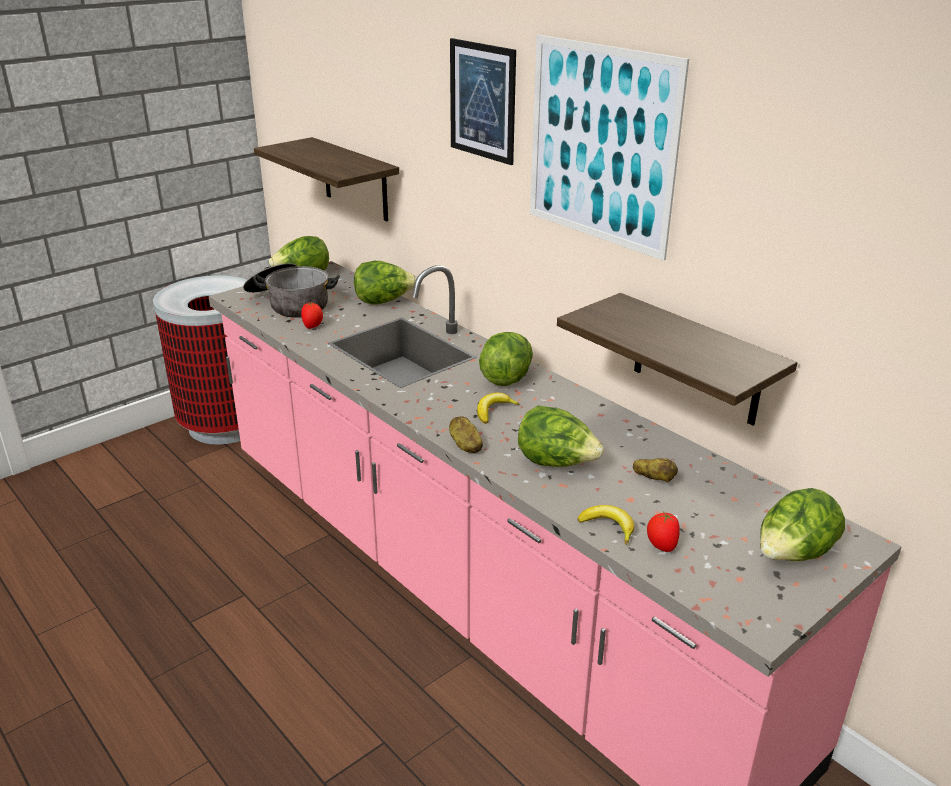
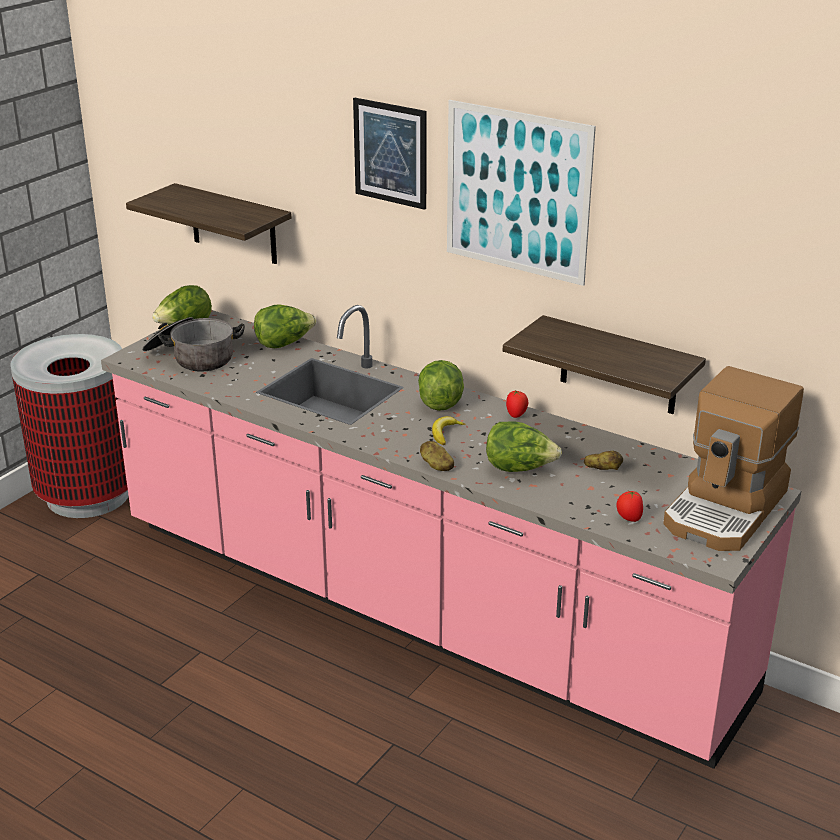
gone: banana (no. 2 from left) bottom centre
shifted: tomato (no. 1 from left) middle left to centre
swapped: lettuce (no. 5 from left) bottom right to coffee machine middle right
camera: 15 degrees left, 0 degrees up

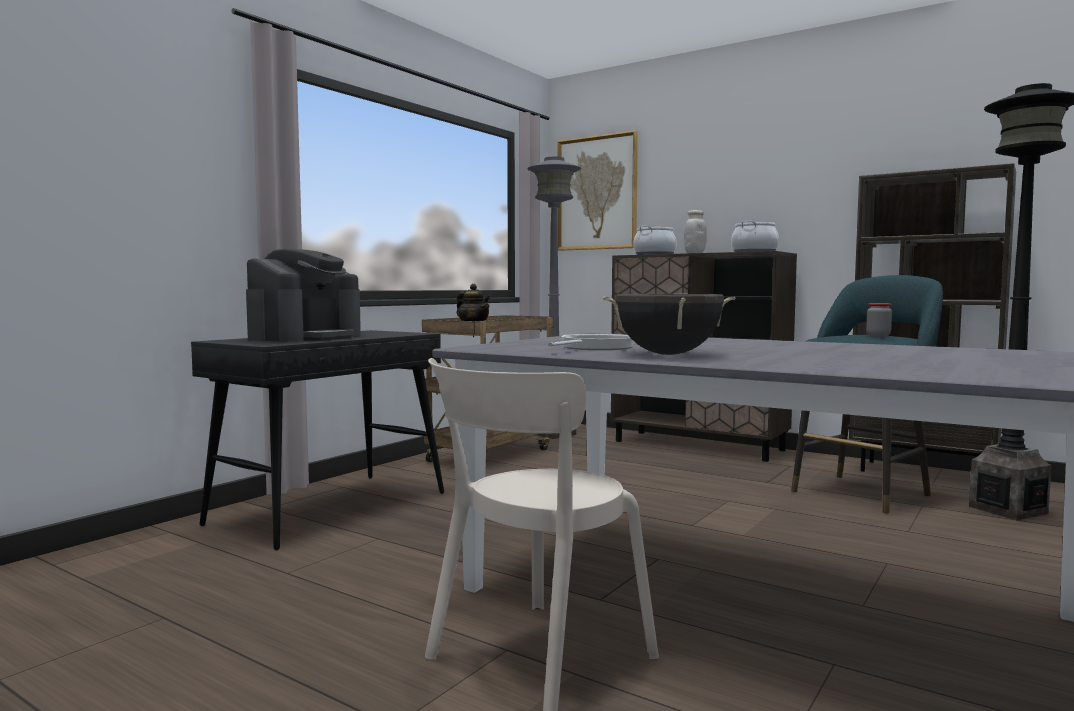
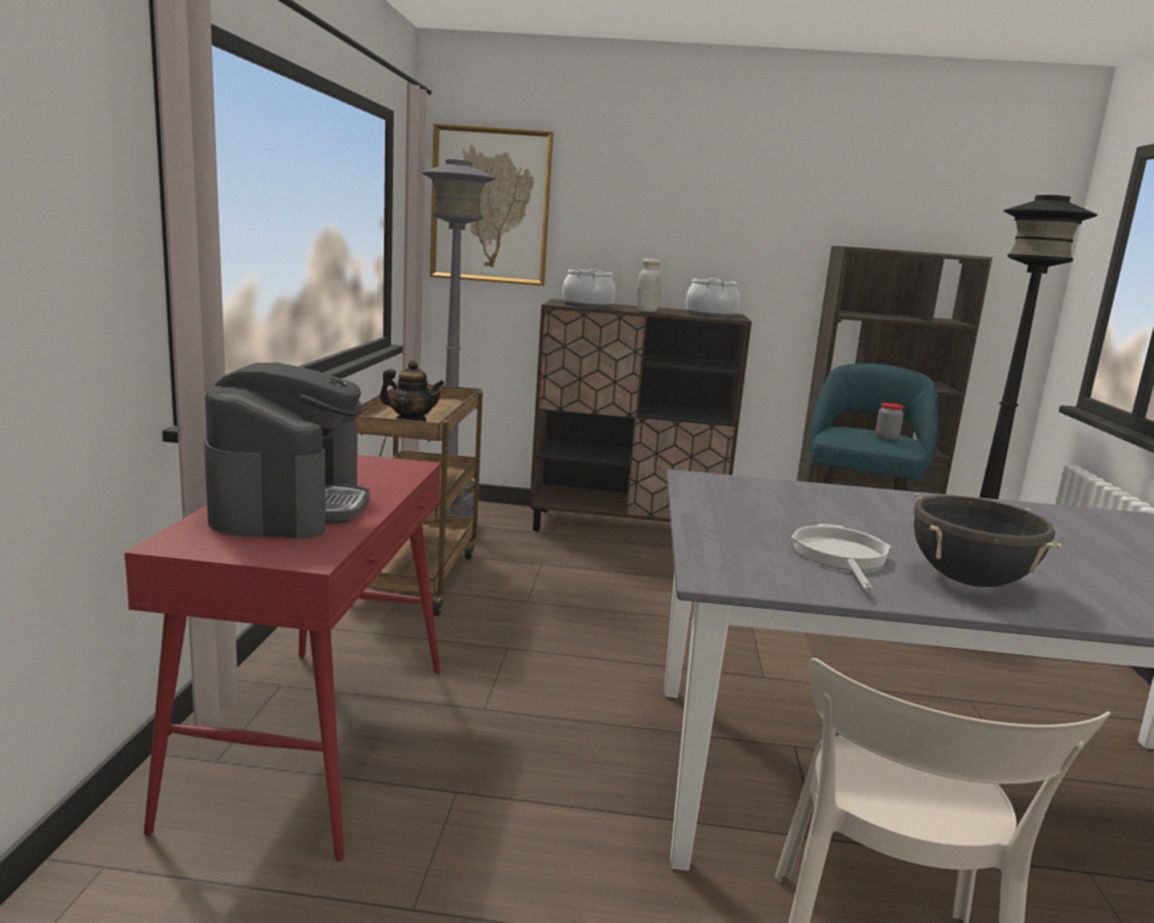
repainted: console table/black middle left to console table/red bottom left
camera: 30 degrees left, 10 degrees up

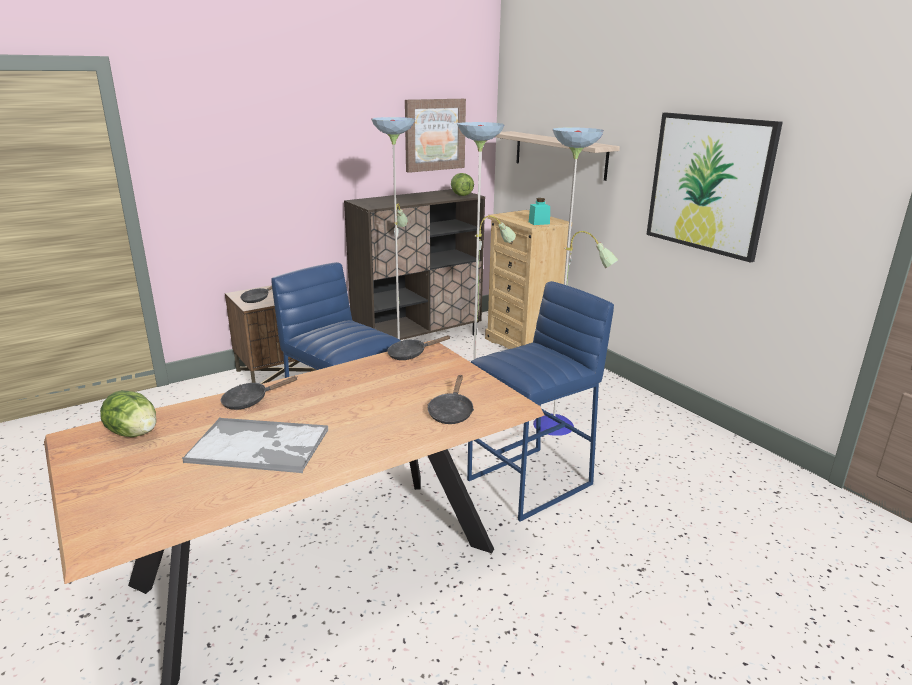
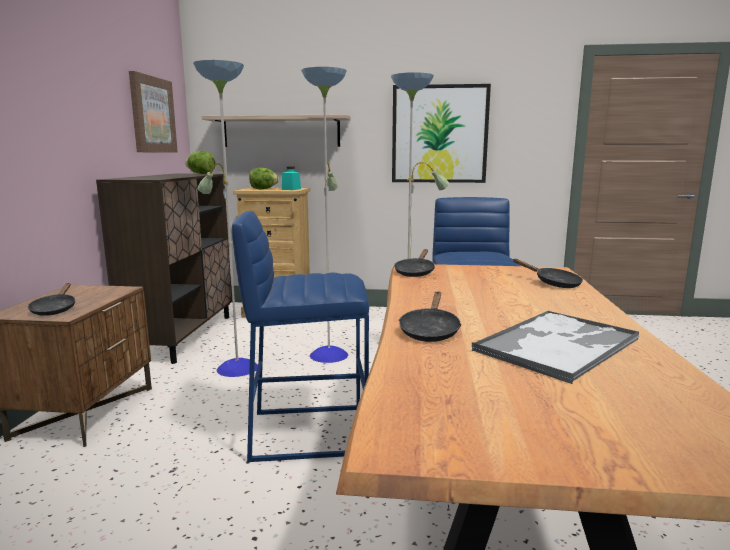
shifted: lettuce (no. 1 from left in the first image) middle left to lettuce (no. 2 from left) top centre
camera: 50 degrees left, 10 degrees down

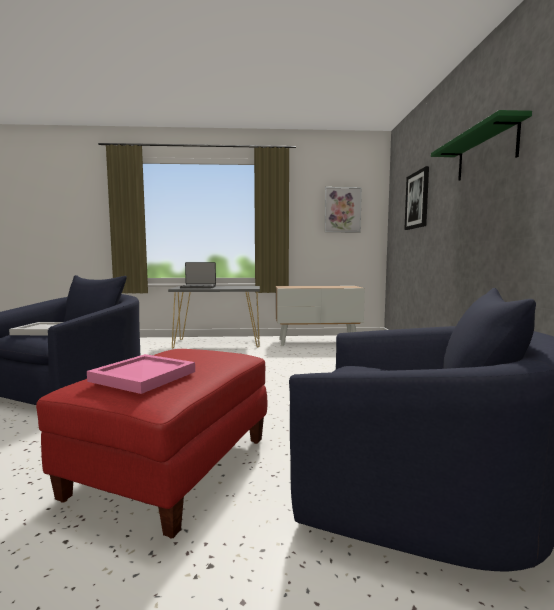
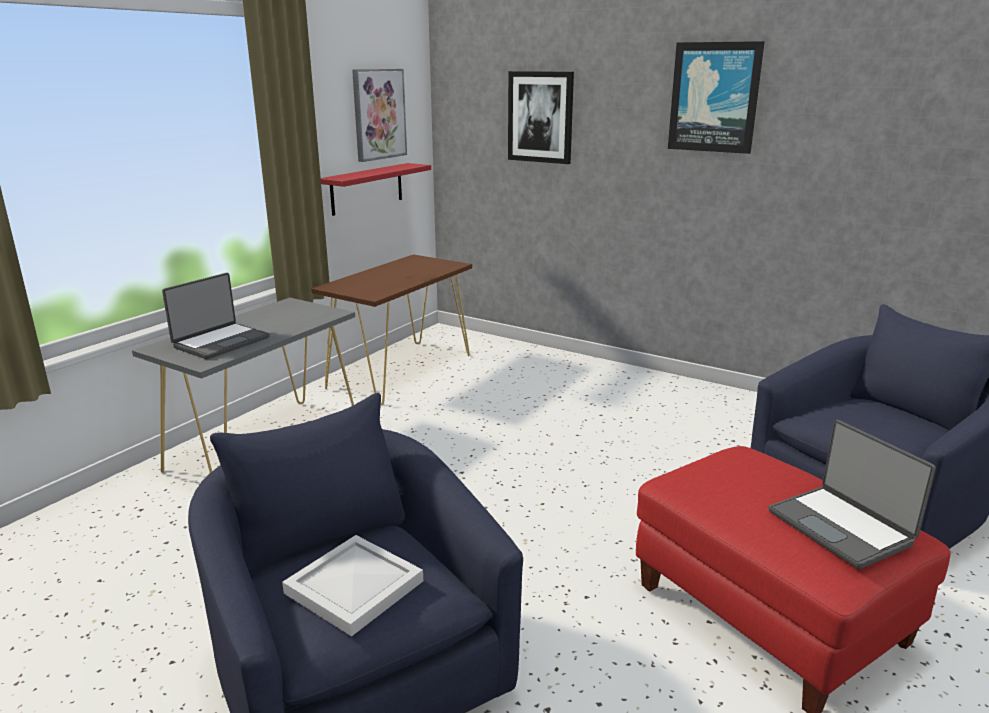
new: shelf/red top centre
swapped: tray/pink middle left to laptop (no. 2 from left) bottom right; cabinet centre to console table/brown centre; shelf/green top right to picture (no. 3 from left) top right
camera: 55 degrees left, 15 degrees up

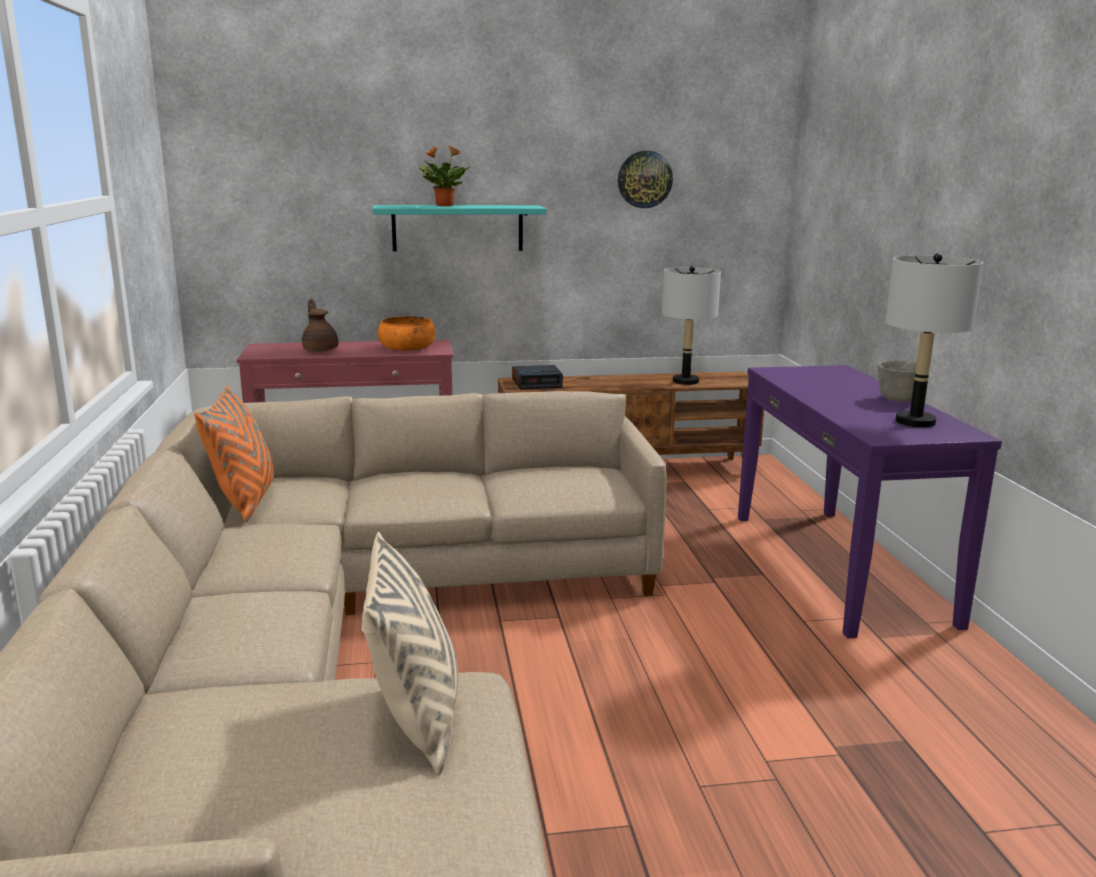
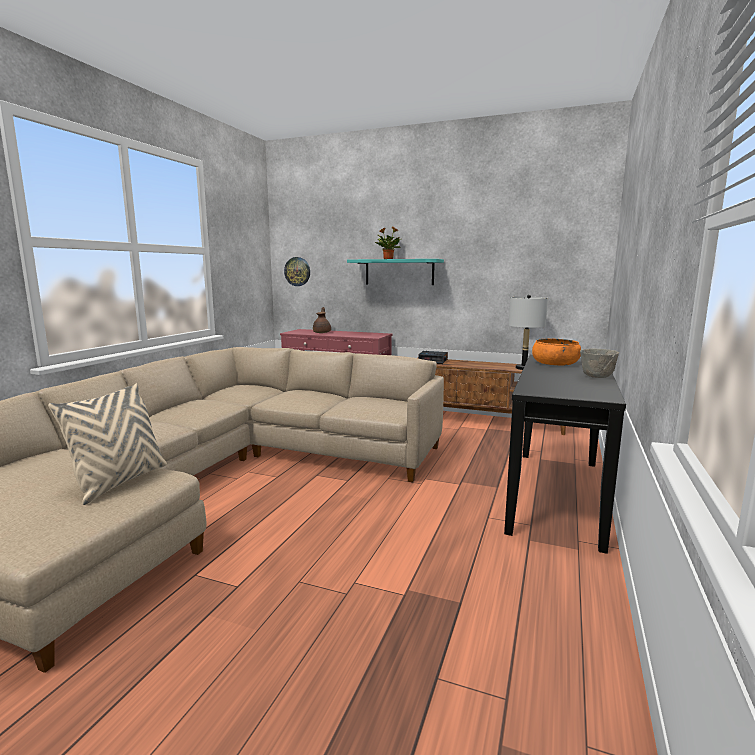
gone: pillow/orange middle left; table lamp/grey (no. 2 from left) middle right
shifted: bowl/orange centre to middle right; wall clock top centre to centre
repainted: console table/purple middle right to console table/black middle right
camera: 30 degrees right, 5 degrees down

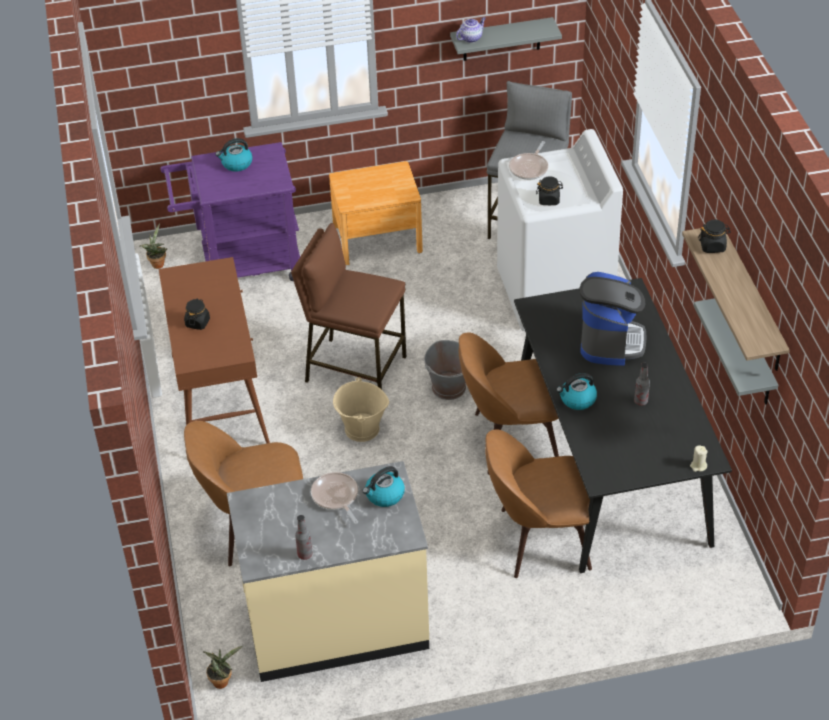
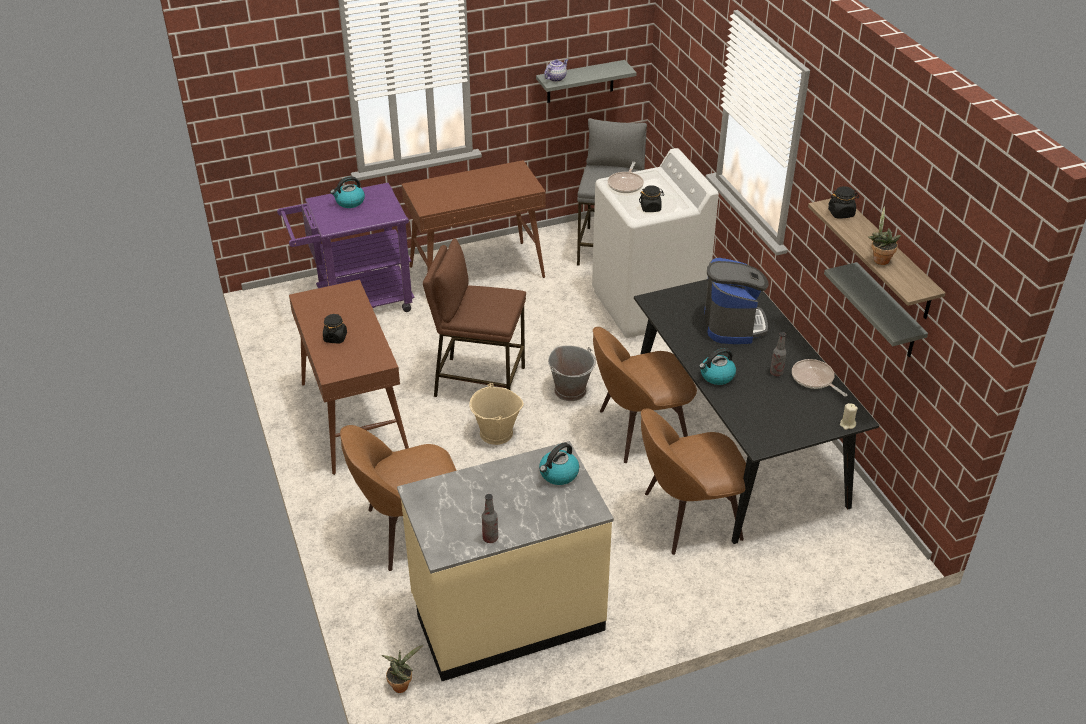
shifted: potted plant (no. 1 from left in the first image) middle left to potted plant (no. 2 from left) top right; frying pan (no. 1 from left in the first image) bottom centre to frying pan (no. 2 from left) middle right
swapped: nightstand/brown top centre to console table/brown (no. 2 from left) top centre
camera: 10 degrees left, 5 degrees down

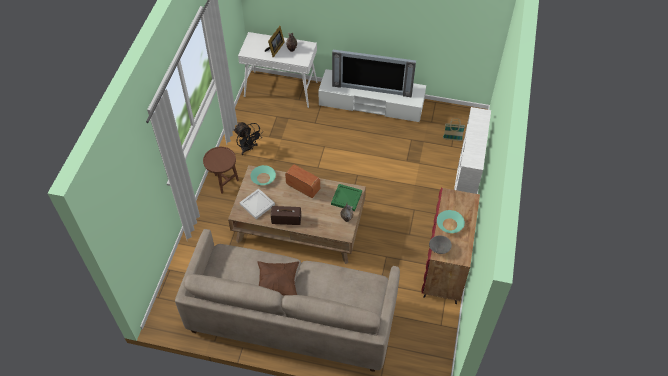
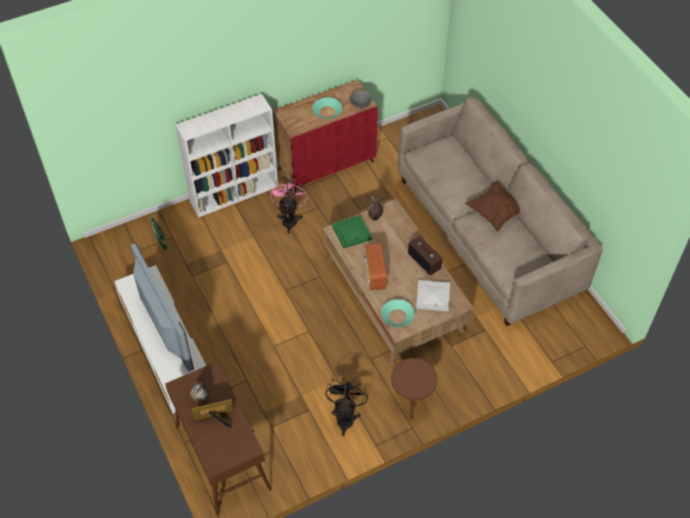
new: fan/pink centre
repainted: console table/white top centre to console table/brown bottom left
camera: 130 degrees left, 0 degrees up

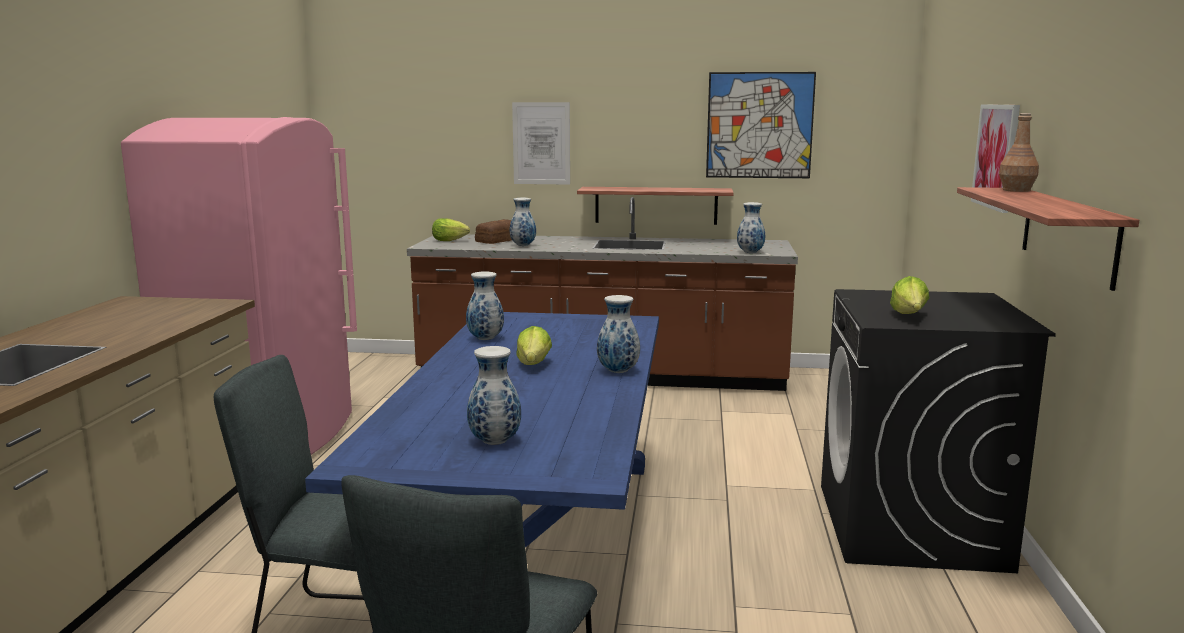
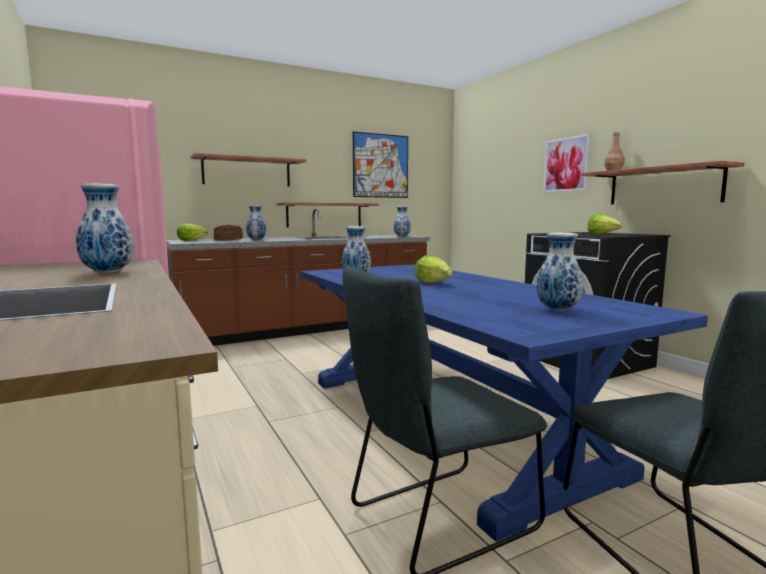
shifted: vase (no. 4 from left in the first image) centre to vase (no. 1 from left) middle left
swapped: picture (no. 1 from left) top centre to shelf (no. 1 from left) top left
camera: 35 degrees left, 5 degrees down

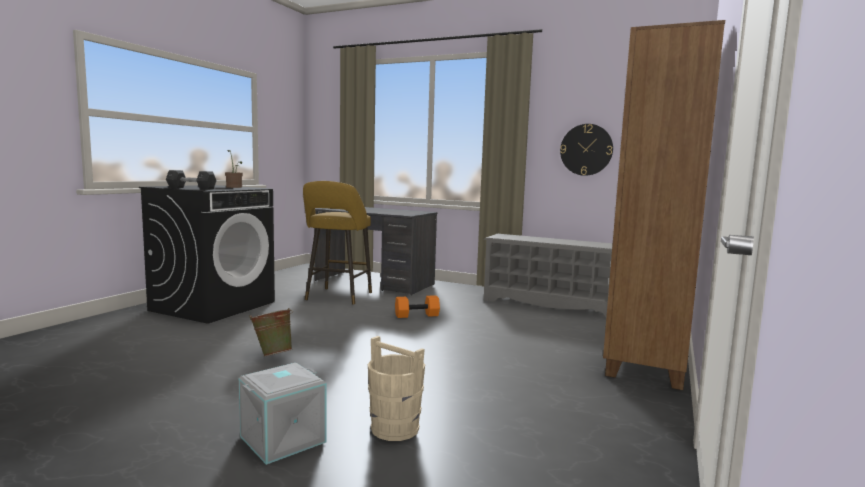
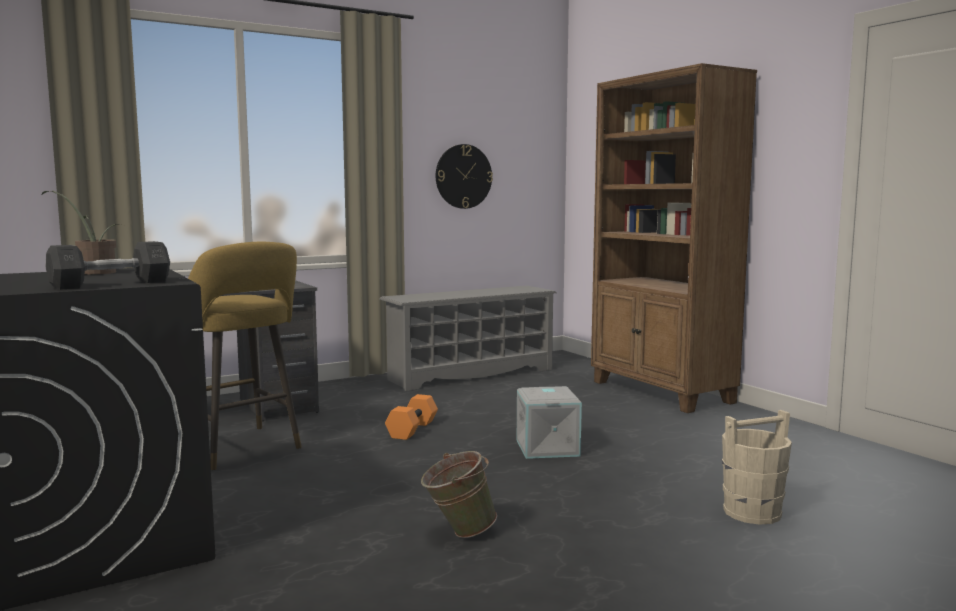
shifted: storage box/grey bottom left to bottom centre
camera: 55 degrees left, 0 degrees up

